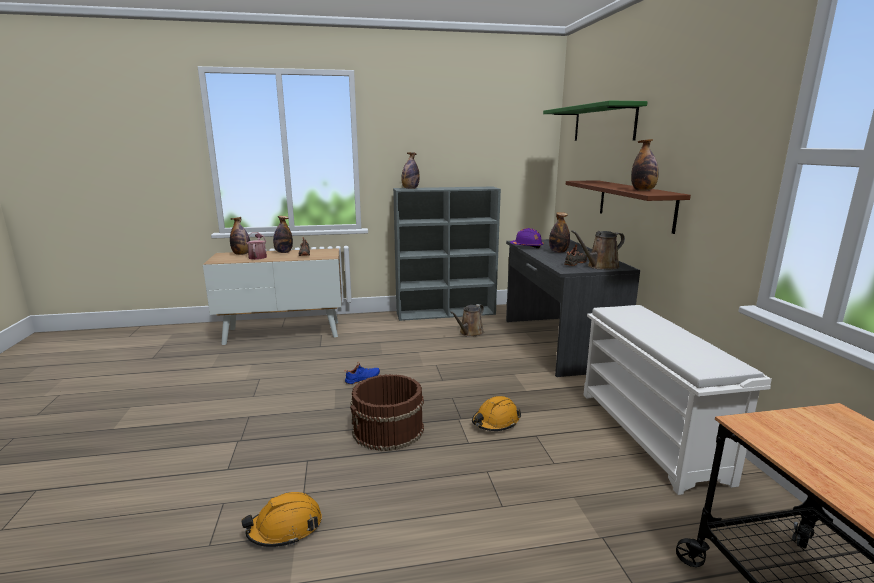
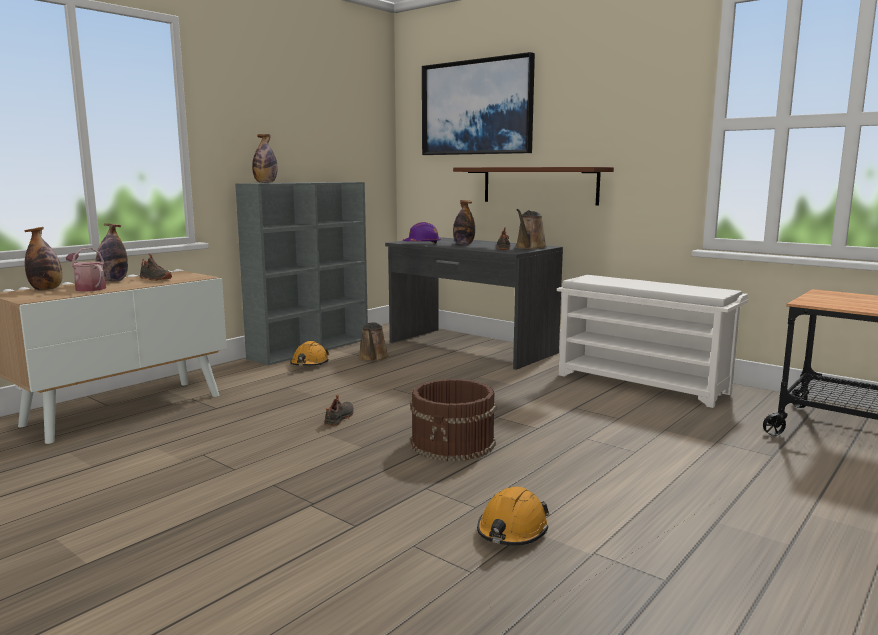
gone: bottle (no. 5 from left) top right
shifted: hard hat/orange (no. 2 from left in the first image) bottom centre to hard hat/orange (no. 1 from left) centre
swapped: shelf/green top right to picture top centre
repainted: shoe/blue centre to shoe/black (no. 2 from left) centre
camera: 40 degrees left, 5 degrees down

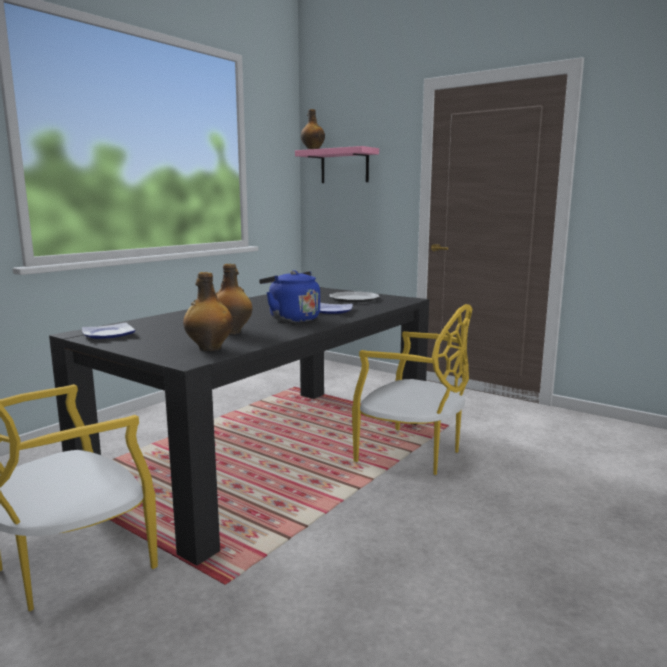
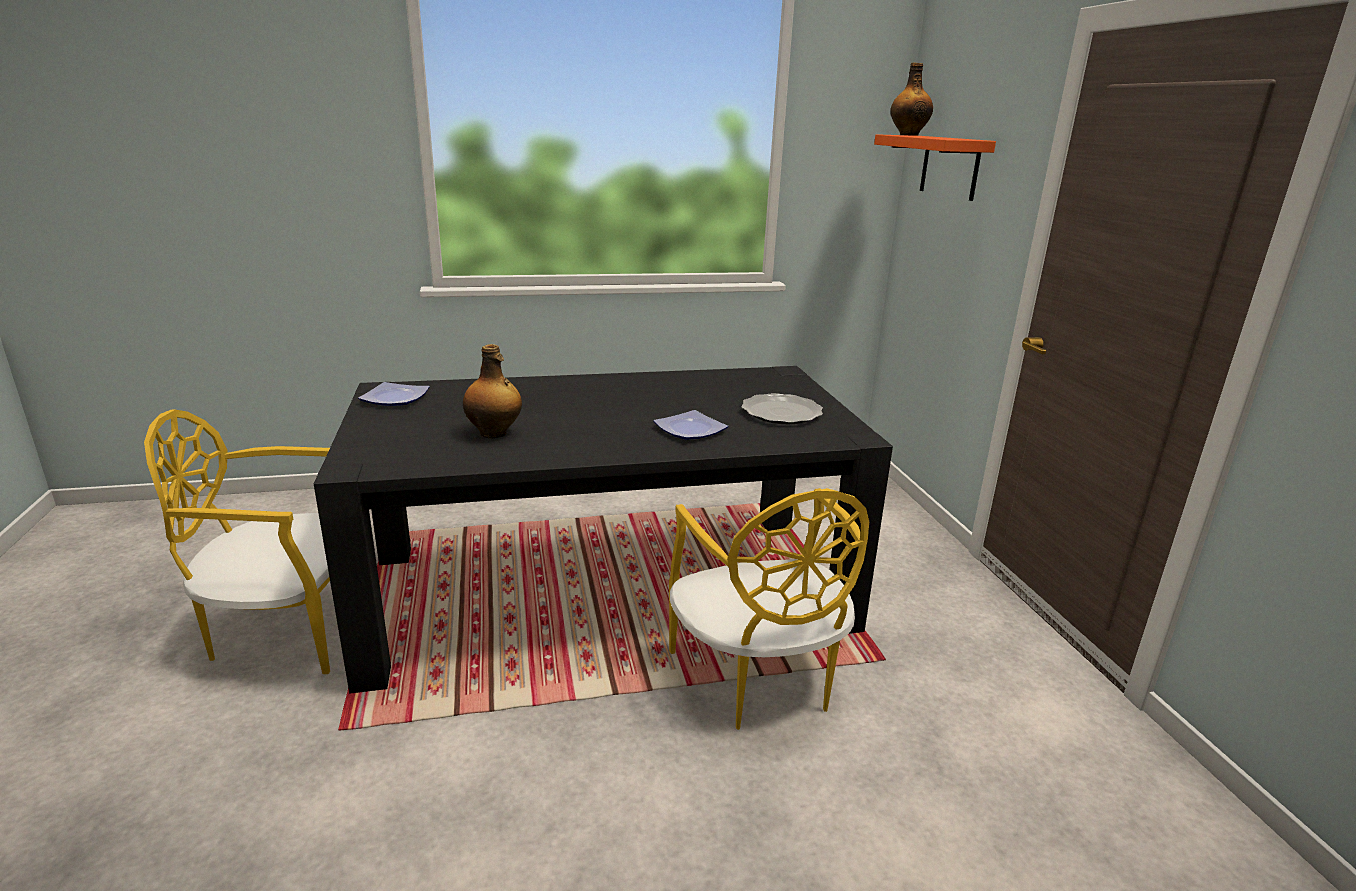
gone: bottle (no. 1 from left) middle left; kettle/blue centre
repainted: shelf/pink top centre to shelf/orange top right
camera: 40 degrees right, 10 degrees up

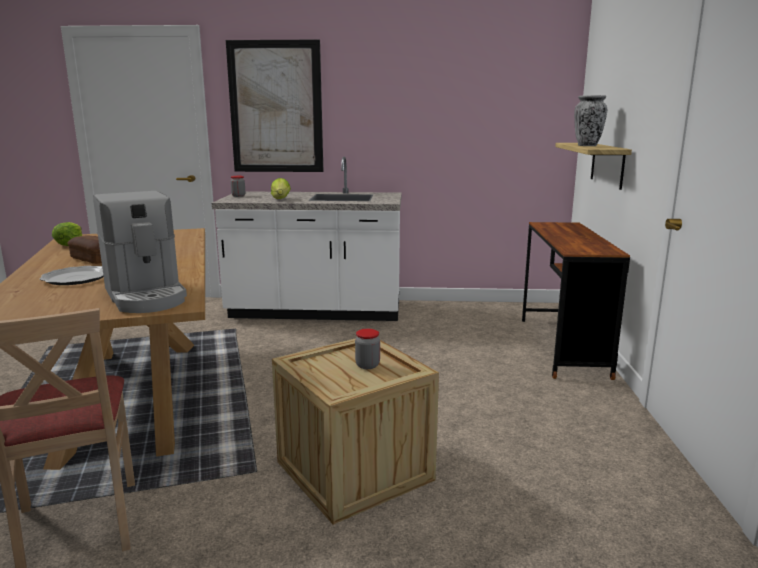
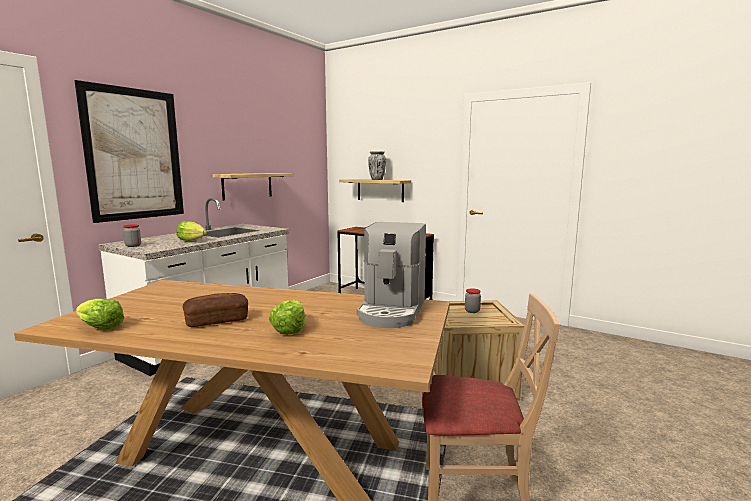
new: shelf (no. 1 from left) centre
swapped: plate middle left to lettuce (no. 3 from left) centre
rotated: coffee machine middle left = centre 105 degrees clockwise
camera: 60 degrees left, 5 degrees down

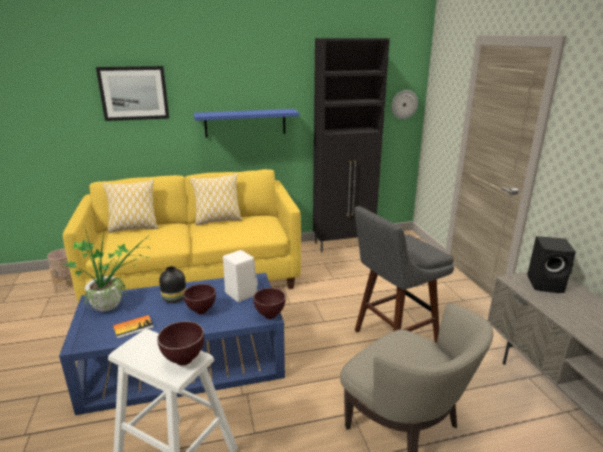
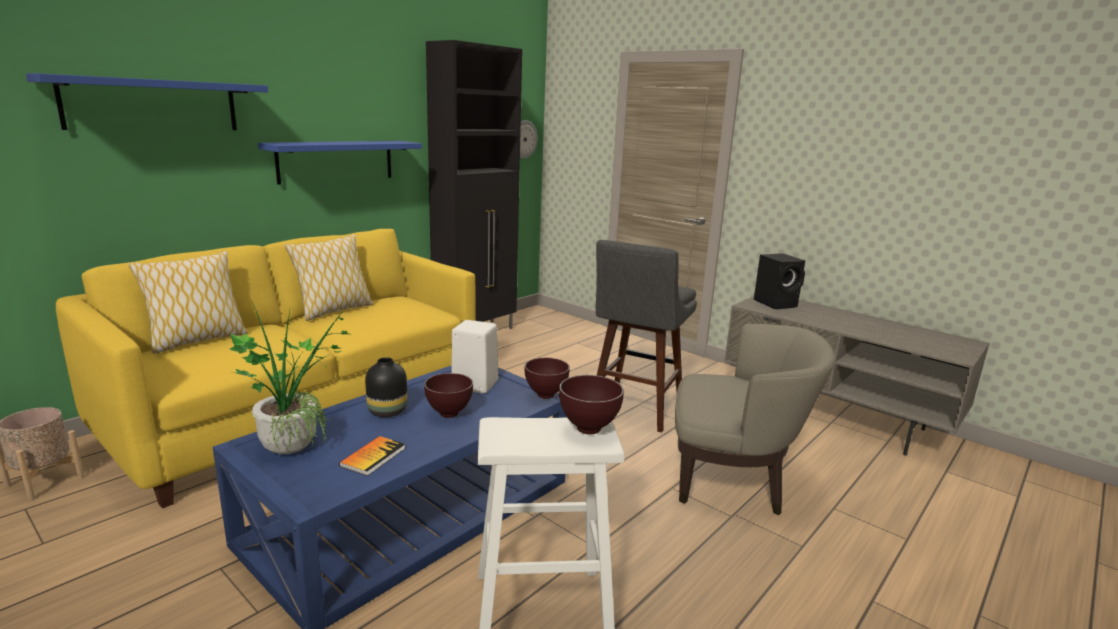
swapped: picture top left to shelf/blue (no. 1 from left) top left
camera: 35 degrees left, 5 degrees down

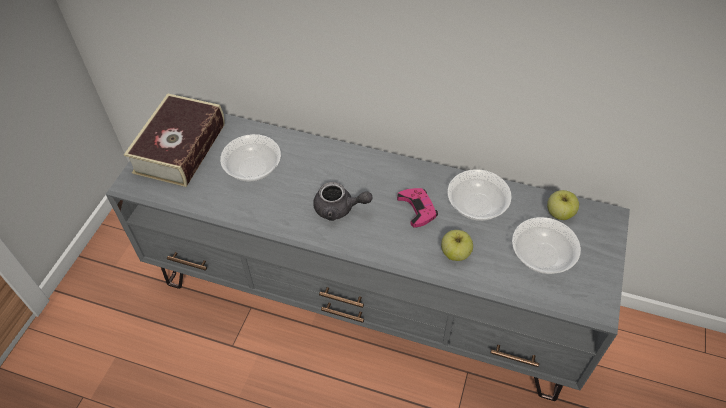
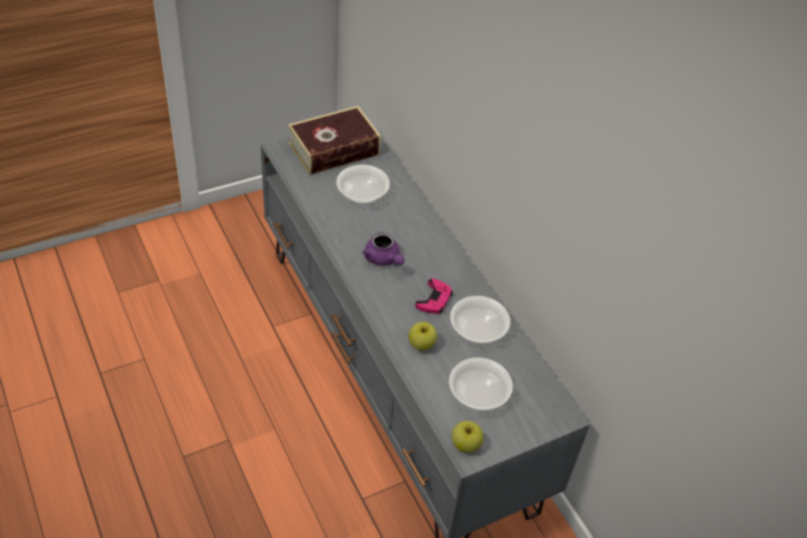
shifted: apple (no. 2 from left) middle right to bottom centre
repainted: teapot/grey centre to teapot/purple centre
camera: 40 degrees right, 5 degrees down

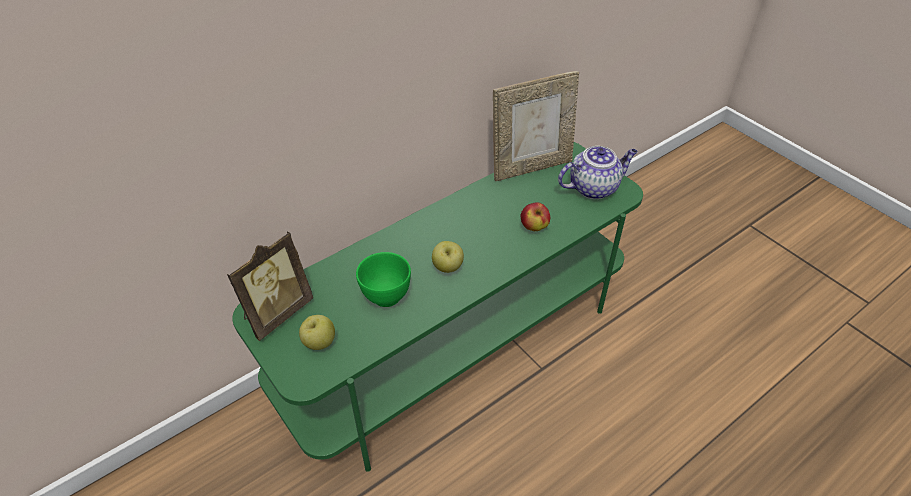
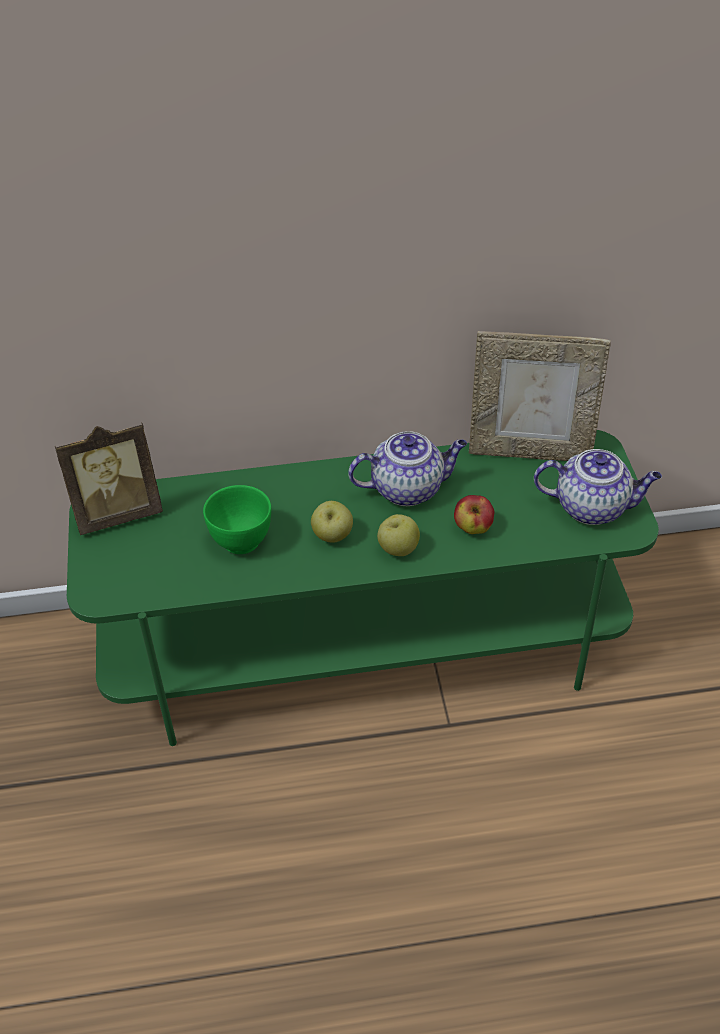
new: teapot (no. 1 from left) centre
shifted: apple (no. 1 from left in the first image) bottom centre to apple (no. 2 from left) centre
camera: 30 degrees right, 0 degrees up

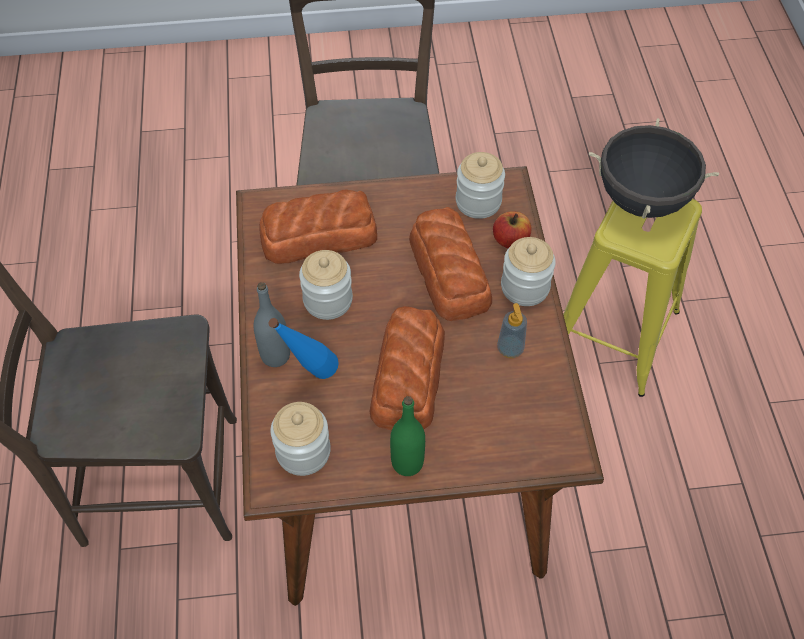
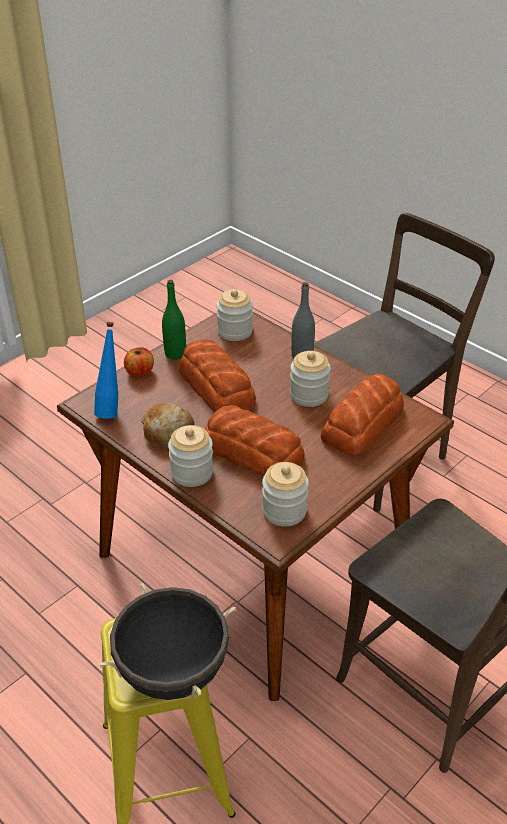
shifted: bottle/blue centre to middle left; apple centre to middle left
swapped: soap dispenser centre to bread (no. 1 from left) middle left
camera: 140 degrees right, 15 degrees down

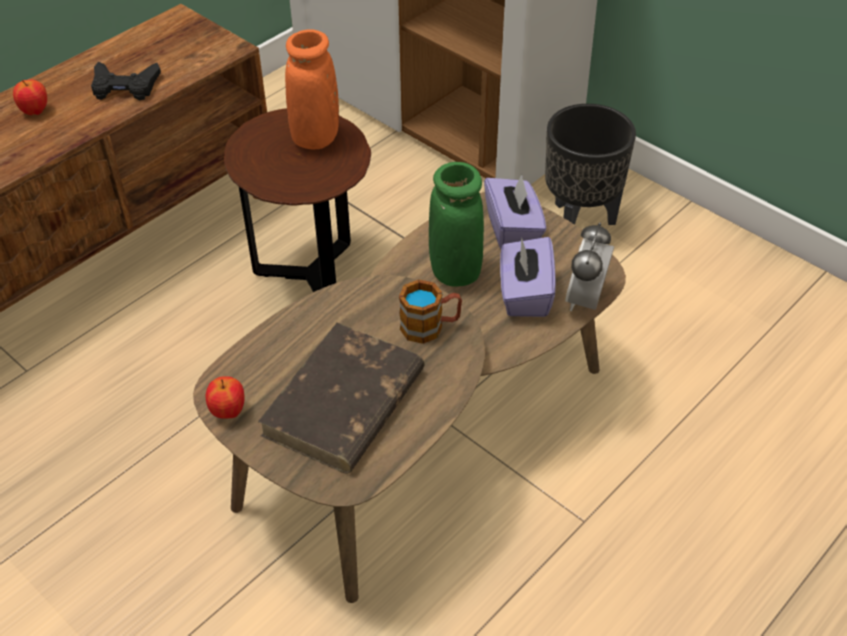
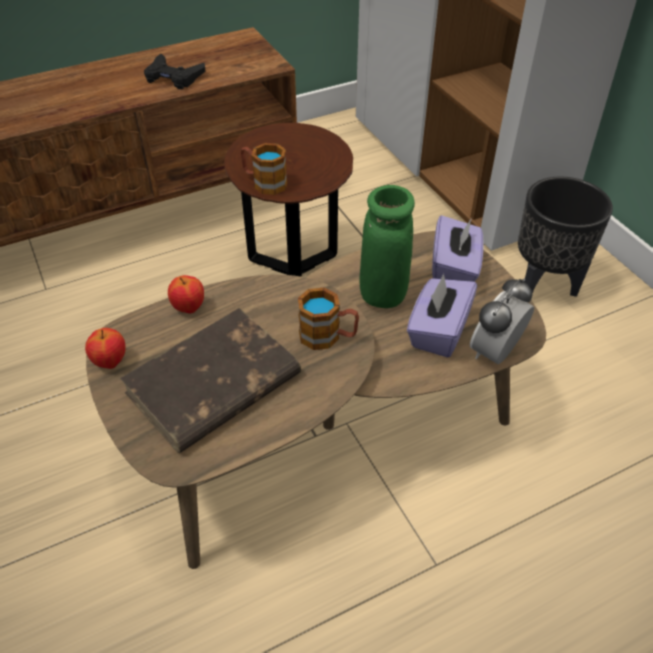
gone: vase/orange top centre
new: mug (no. 1 from left) top centre
shifted: apple (no. 1 from left in the first image) top left to apple (no. 2 from left) middle left
camera: 20 degrees right, 0 degrees up

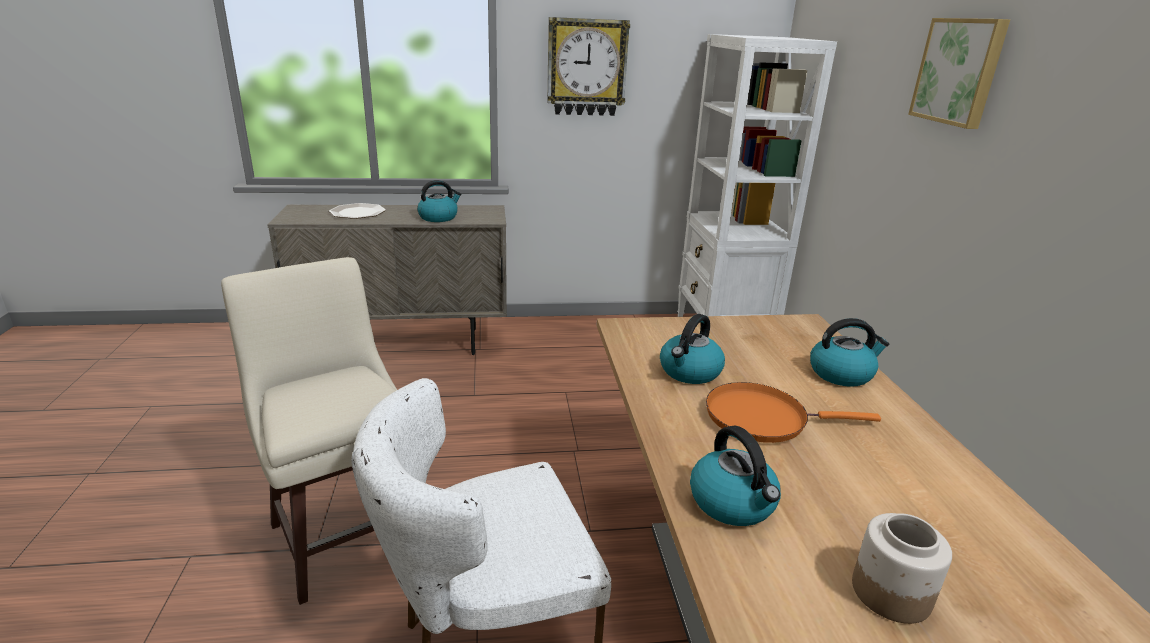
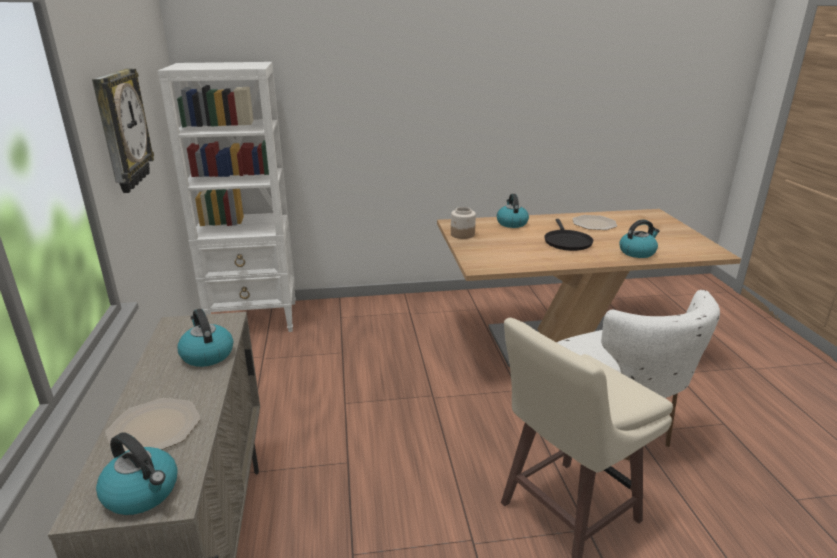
gone: picture top right
new: plate (no. 2 from left) middle right
shifted: kettle (no. 2 from left in the first image) centre to kettle (no. 1 from left) bottom left; jar bottom right to centre
repainted: frying pan/orange middle right to frying pan/black middle right
camera: 90 degrees left, 0 degrees up

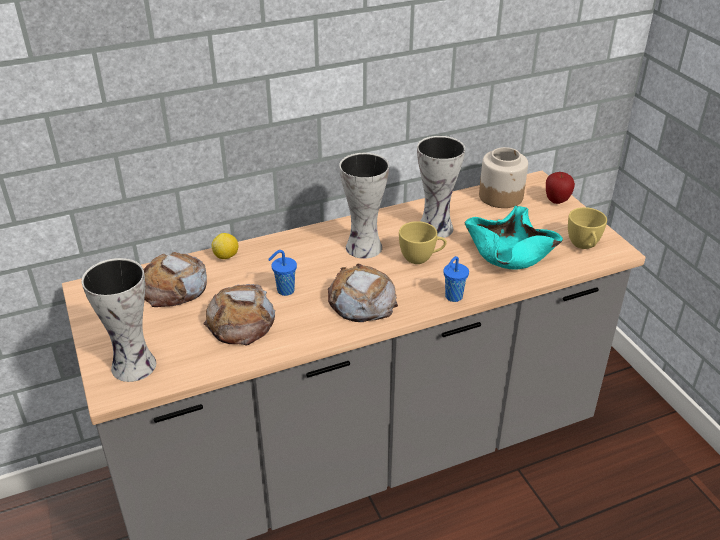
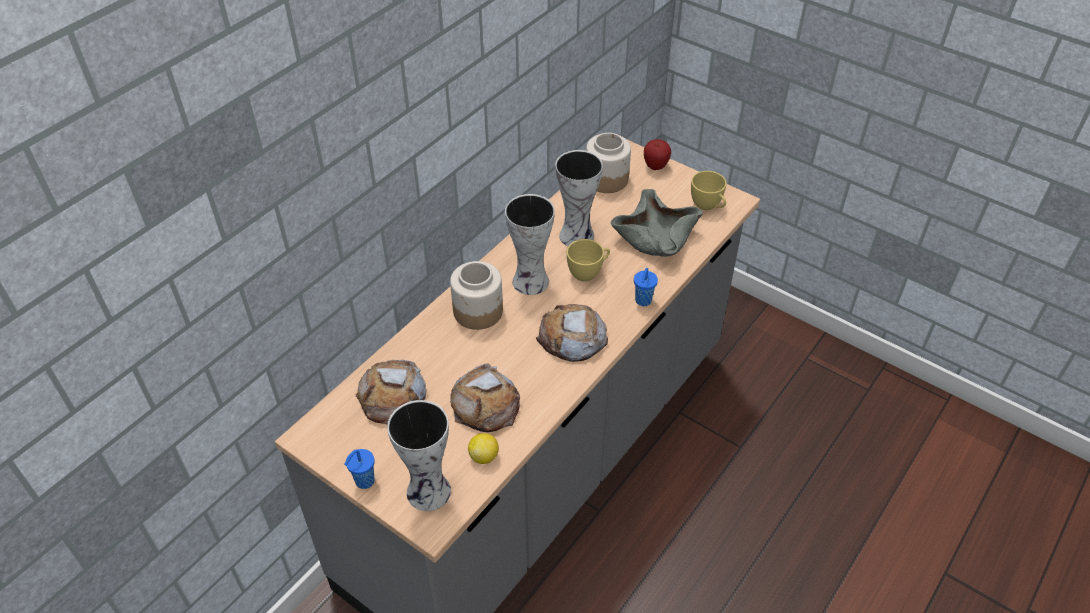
new: jar (no. 1 from left) centre
shifted: lemon middle left to bottom centre; cup/blue (no. 1 from left) centre to bottom left
repainted: bowl/turquoise middle right to bowl/grey centre
camera: 30 degrees left, 10 degrees up

